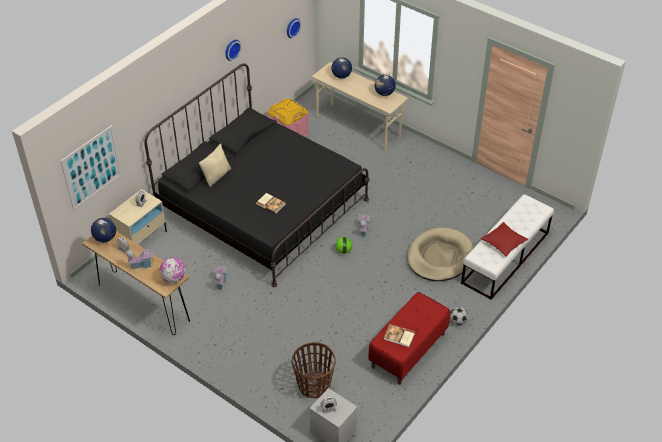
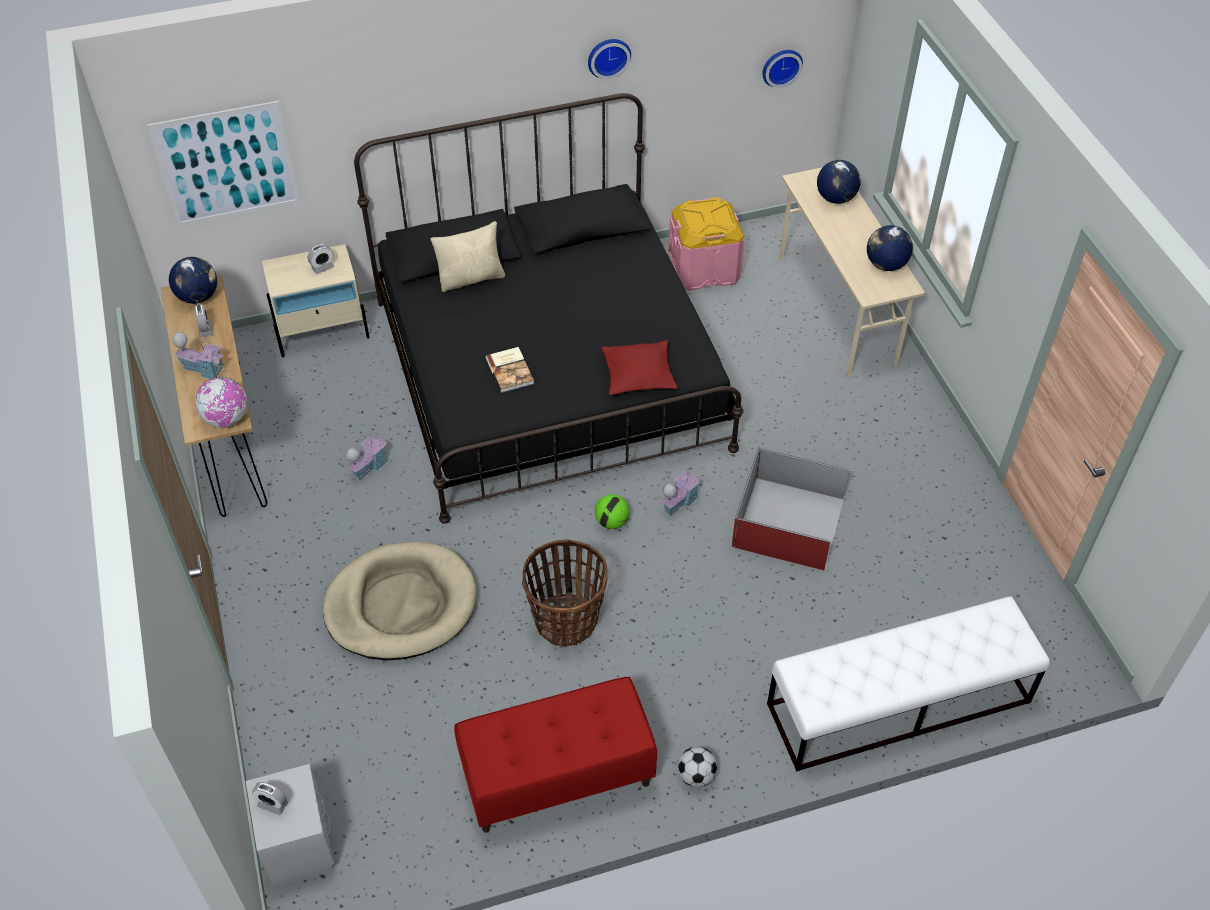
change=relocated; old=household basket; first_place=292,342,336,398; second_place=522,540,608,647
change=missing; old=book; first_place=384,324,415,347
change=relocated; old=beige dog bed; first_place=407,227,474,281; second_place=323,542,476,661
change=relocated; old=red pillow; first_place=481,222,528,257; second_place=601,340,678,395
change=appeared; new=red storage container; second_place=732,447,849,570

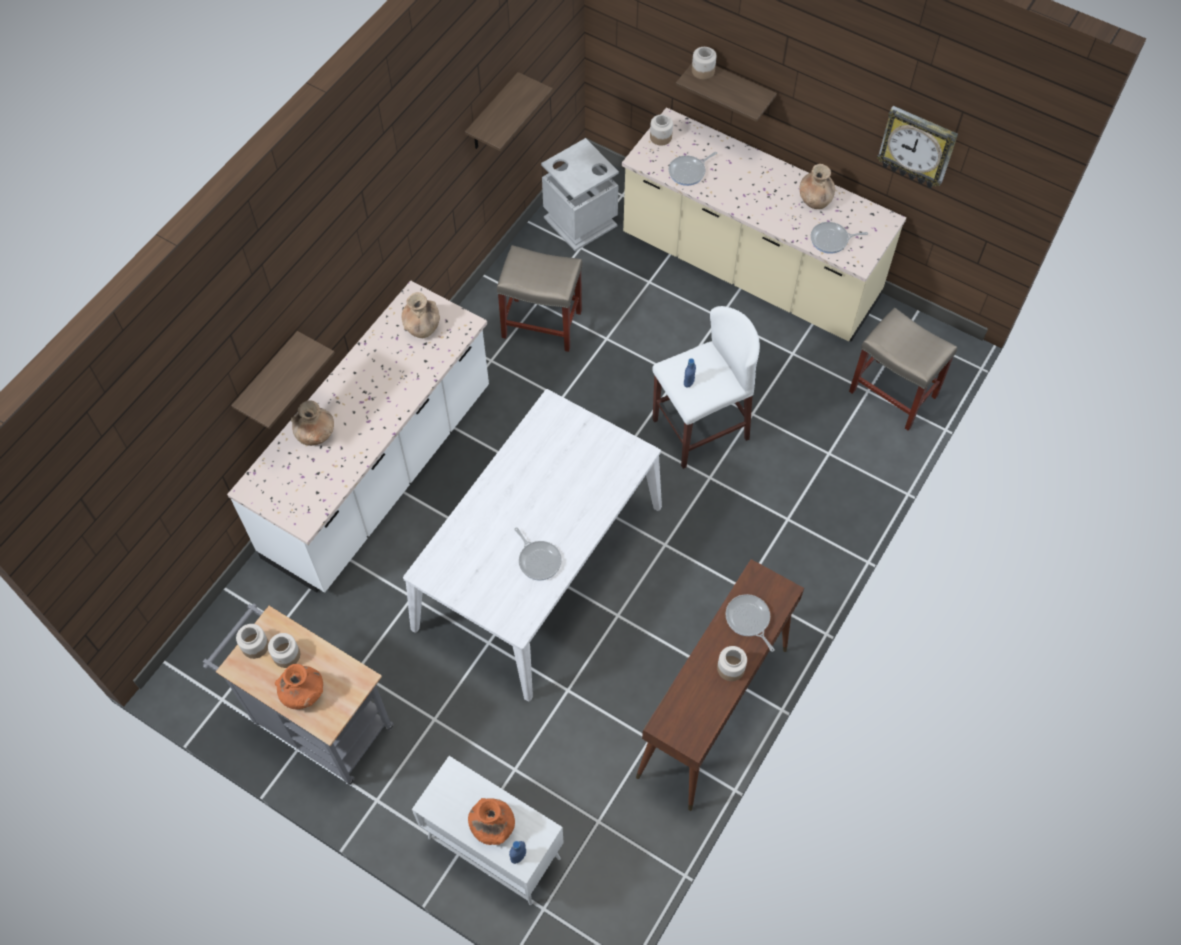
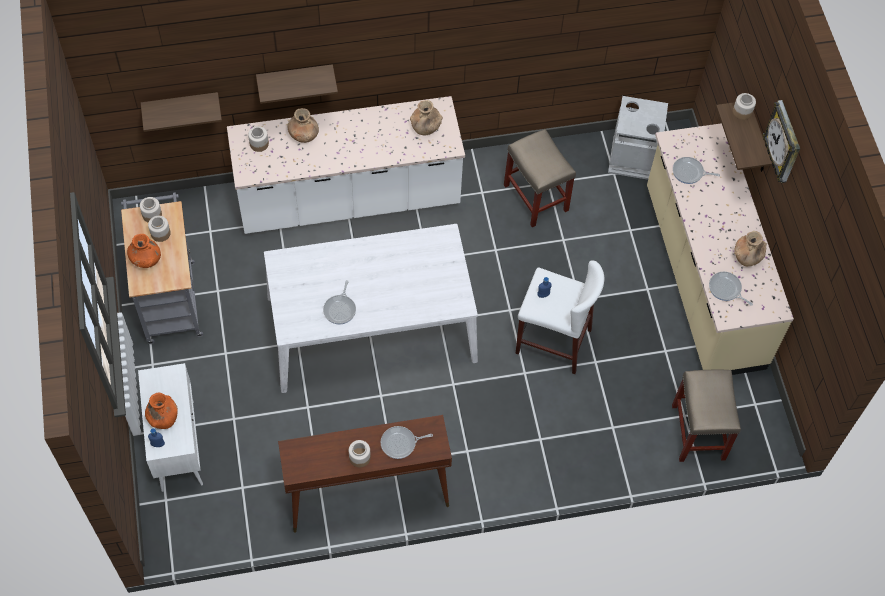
change=relocated; old=shelf; first_place=465,72,553,151; second_place=141,92,222,132
change=relocated; old=storage jar; first_place=650,115,673,146; second_place=248,126,269,152
change=spun; old=frying pan; first_place=725,594,774,652; second_place=381,426,433,459; degrees=-120
change=relocated; old=hanging clock; first_place=877,106,958,188; second_place=762,100,800,183

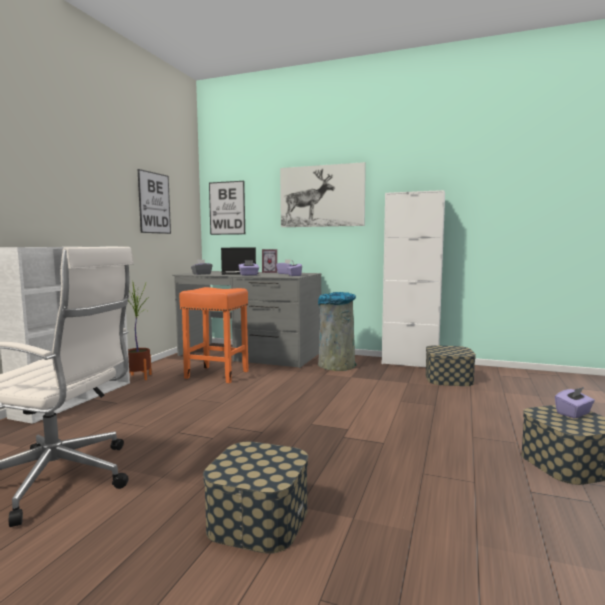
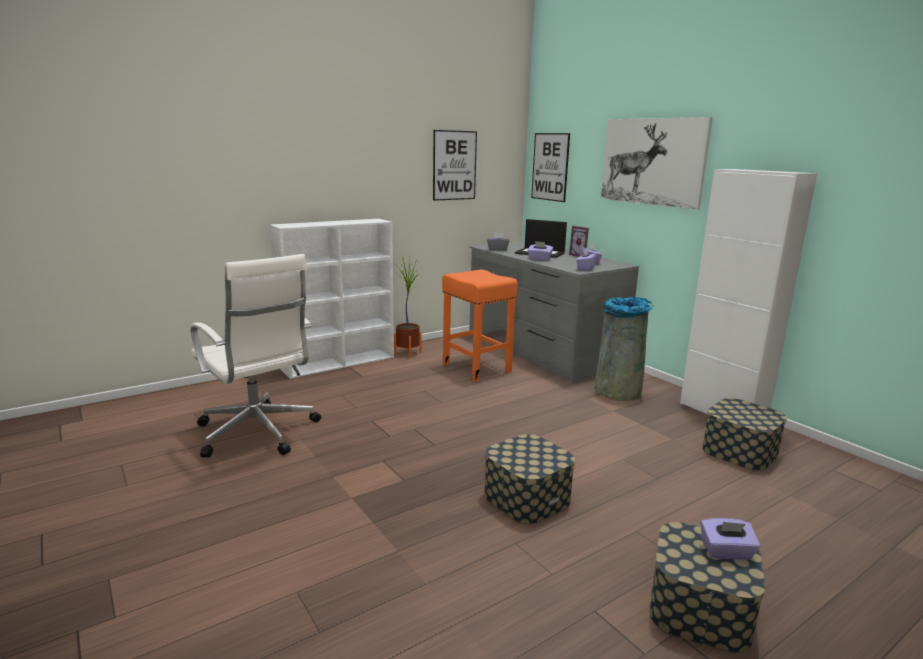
change=relocated; old=storage container; first_place=203,442,308,554; second_place=484,434,575,524

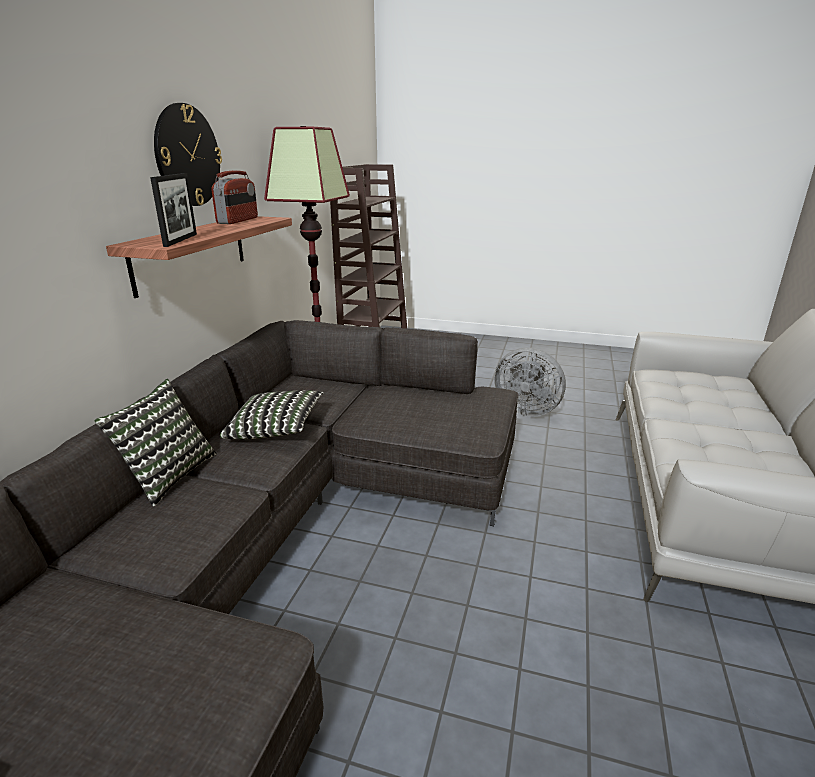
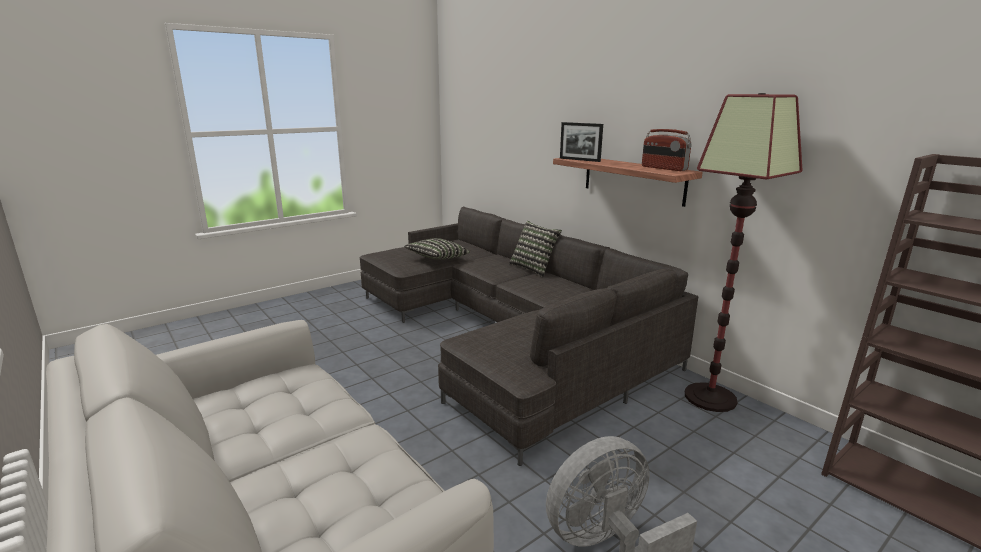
change=missing; old=hanging clock; first_place=154,103,222,206
change=relocated; old=pillow; first_place=220,390,324,439; second_place=404,238,470,260

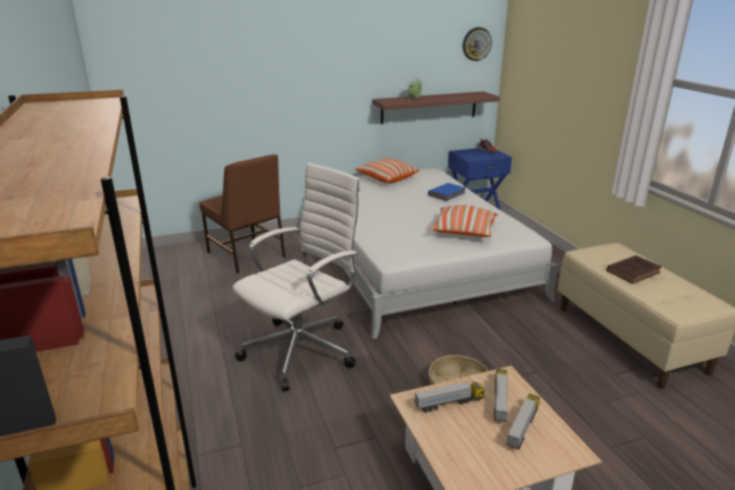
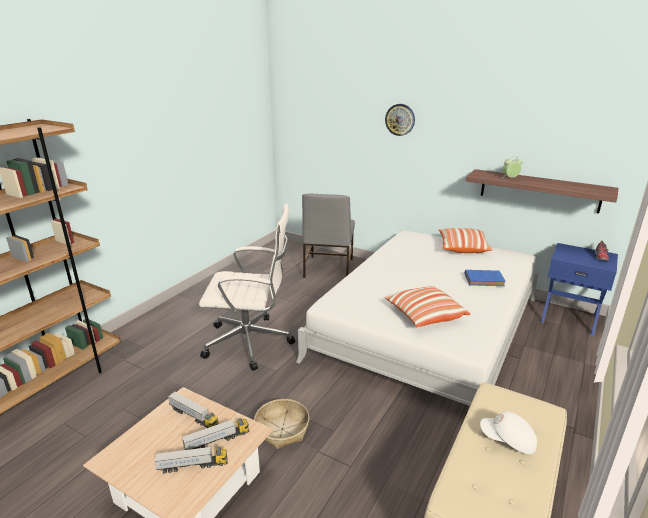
change=colour; old=brown plain chair; new=grey plain chair; first_place=200,154,286,274; second_place=302,194,355,278
change=relocated; old=hanging clock; first_place=463,27,492,61; second_place=385,104,415,136
change=exchanged; old=brown book; new=whitish cap; first_place=607,255,662,284; second_place=480,411,537,454

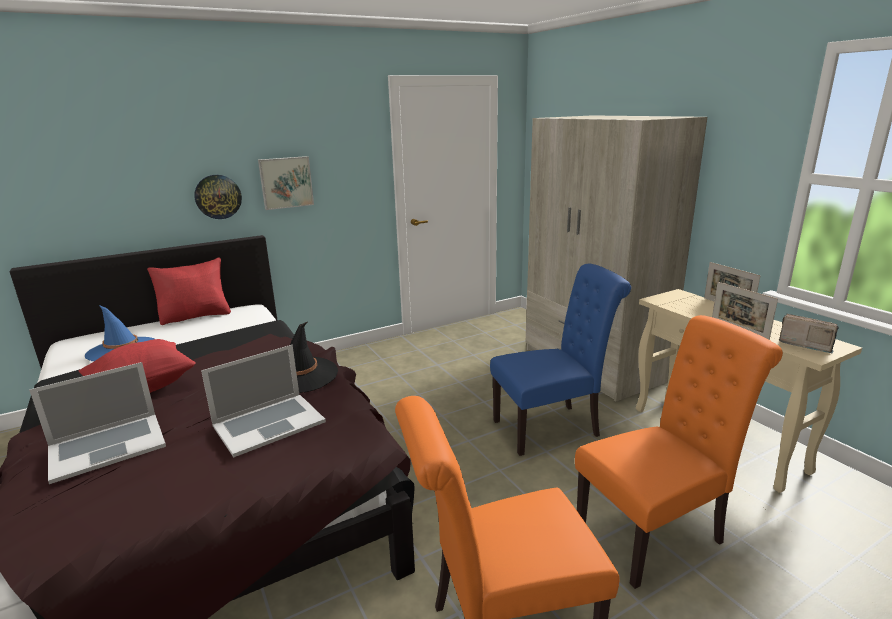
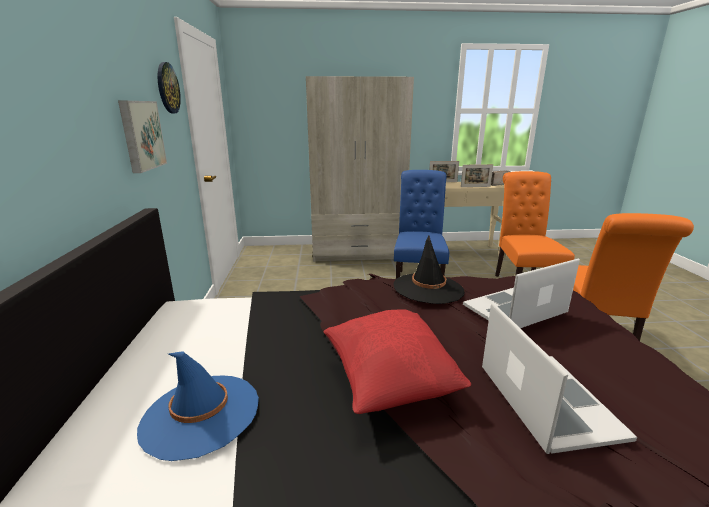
change=missing; old=red pillow; first_place=147,257,231,325
change=relocated; old=hanging clock; first_place=194,175,242,219; second_place=157,62,181,113
change=spun; old=laptop; first_place=201,345,326,457; second_place=463,259,580,328; degrees=-105

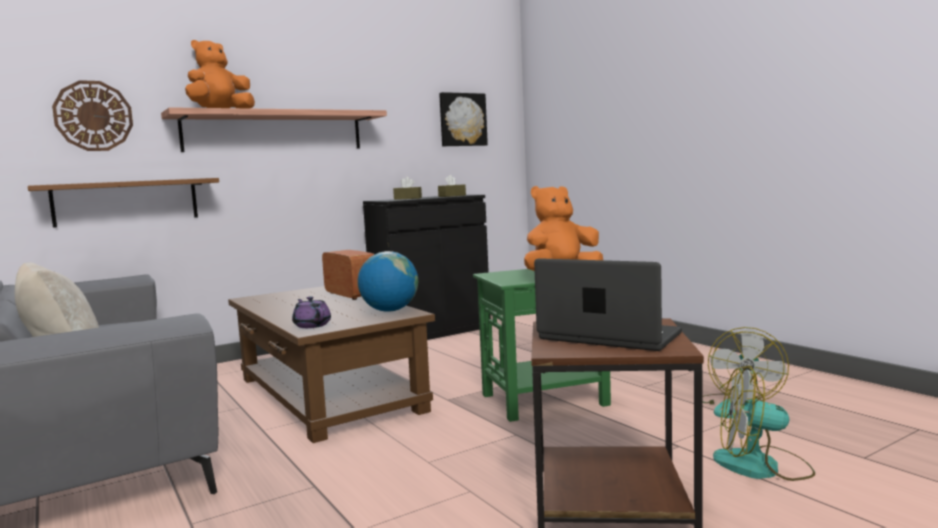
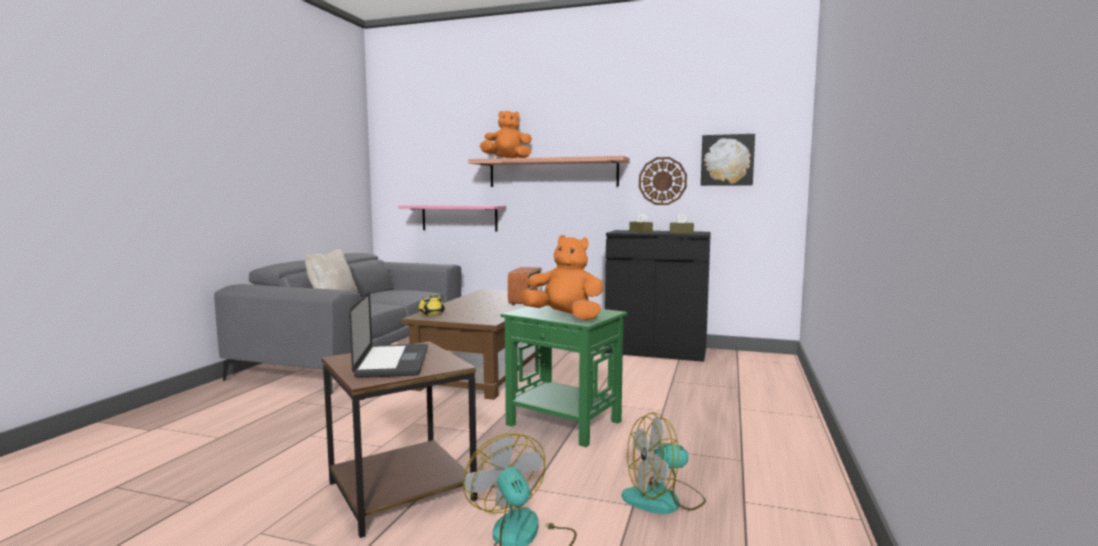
change=colour; old=brown shelf; new=pinkish shelf; first_place=28,178,219,228; second_place=398,205,506,231
change=relocated; old=hanging clock; first_place=52,80,133,151; second_place=639,157,687,205
change=colour; old=purple-coloured pot for tea; new=yellow-coloured pot for tea; first_place=292,296,331,328; second_place=418,294,445,316
change=missing; old=globe; first_place=358,251,418,312

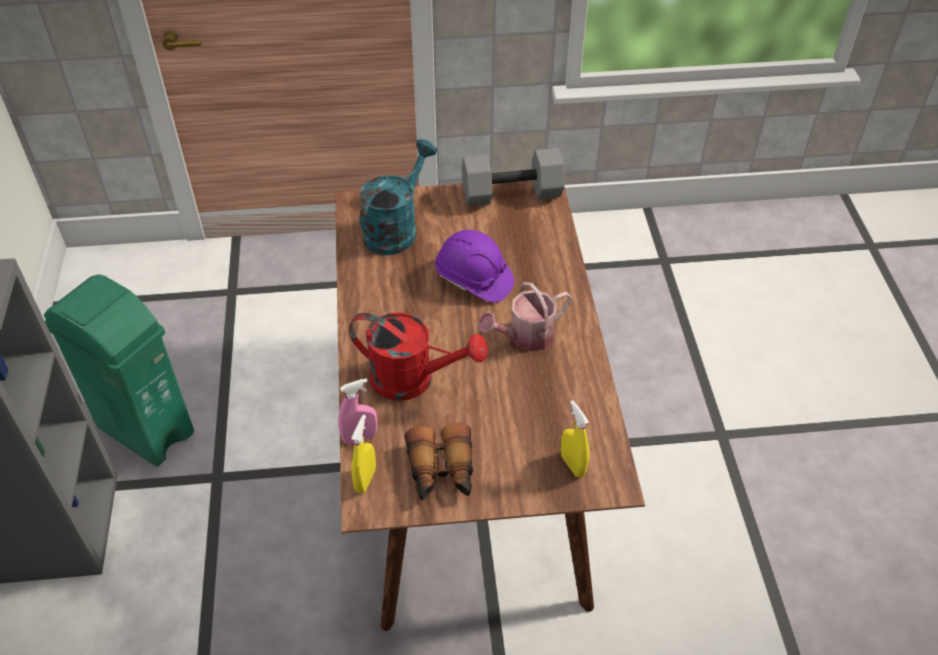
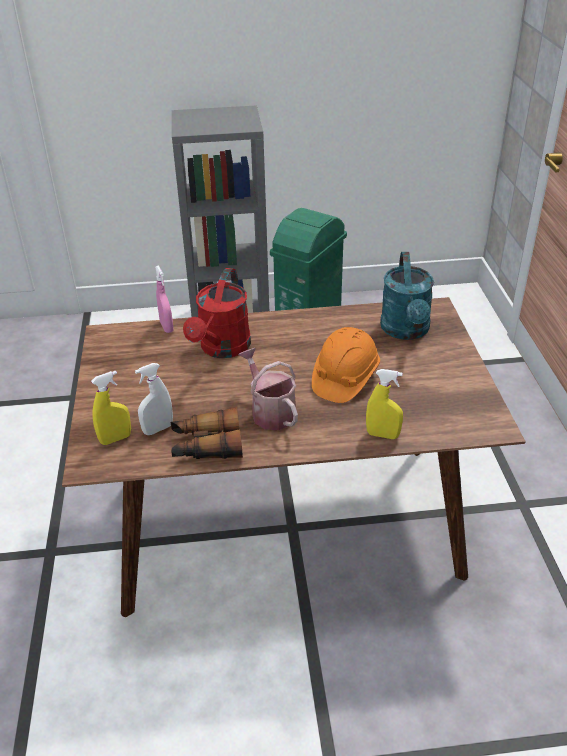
change=relocated; old=yellow-coloured spray bottle; first_place=351,415,376,493; second_place=366,369,403,439
change=spun; old=turquoise sprinkling can; first_place=360,139,437,255; second_place=380,252,434,340; degrees=60
change=relocated; old=field glasses; first_place=405,423,473,500; second_place=171,407,243,459
change=colour; old=purple-coloured safety helmet; new=orangey safety helmet; first_place=435,230,514,303; second_place=312,327,380,403
change=missing; old=grey dumbbell; first_place=462,148,565,206
change=appeared; new=whitish spray bottle; second_place=135,363,173,435

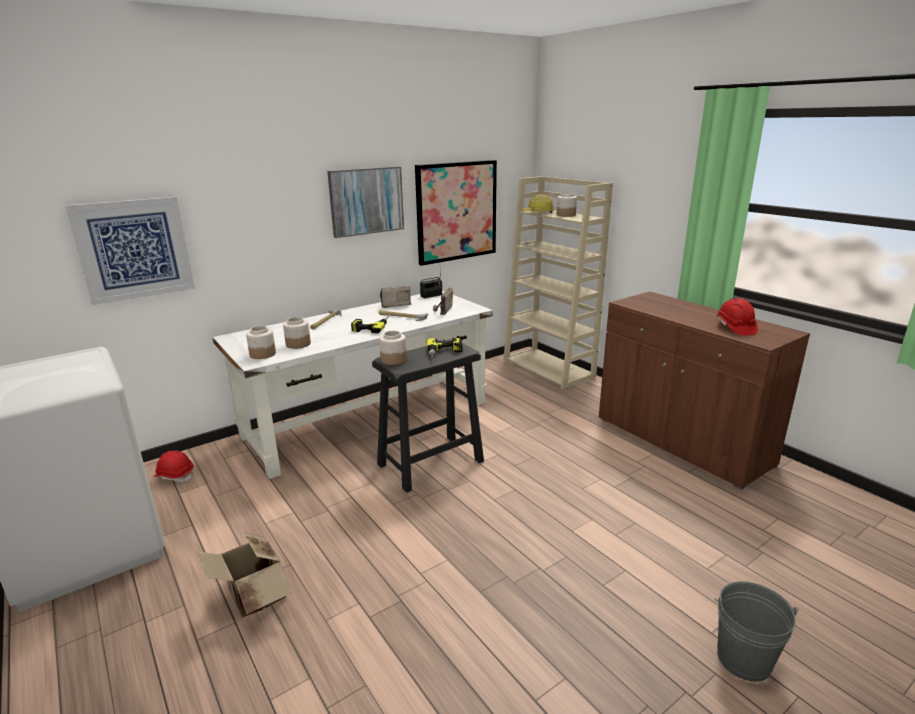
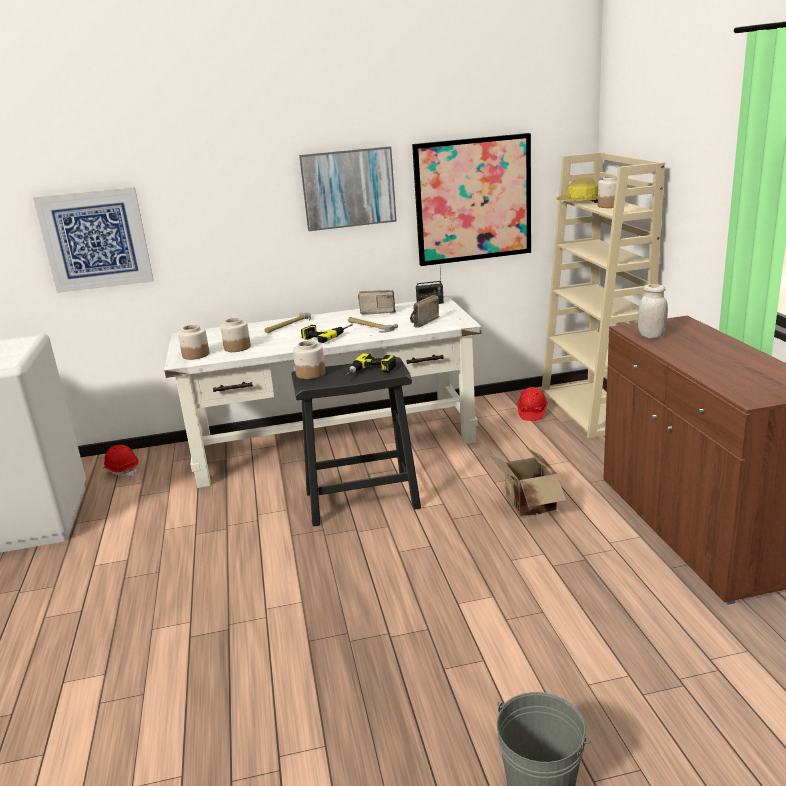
change=relocated; old=carton; first_place=197,532,292,618; second_place=488,446,566,516
change=relocated; old=red safety helmet; first_place=716,298,758,335; second_place=517,387,548,421
change=appeared; new=whitish storage jar; second_place=638,284,668,339

